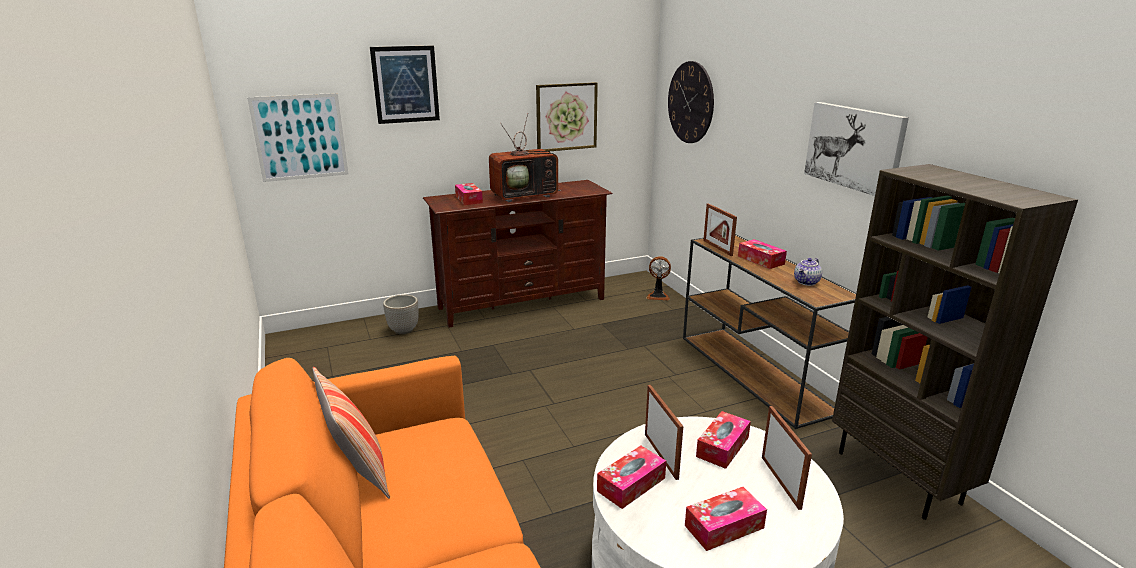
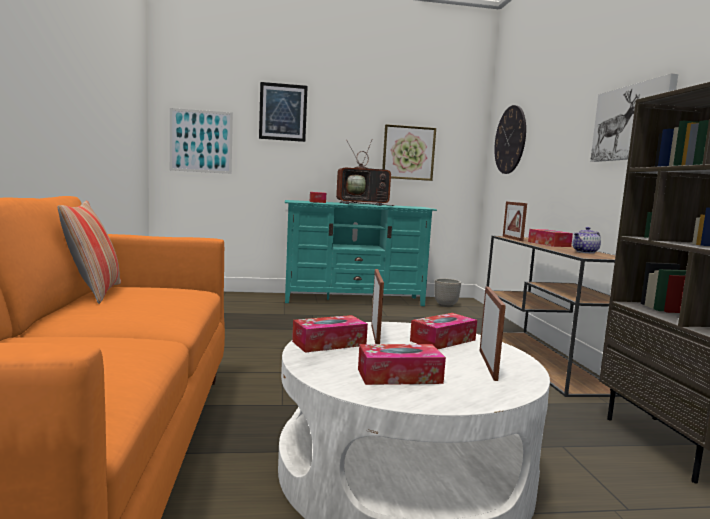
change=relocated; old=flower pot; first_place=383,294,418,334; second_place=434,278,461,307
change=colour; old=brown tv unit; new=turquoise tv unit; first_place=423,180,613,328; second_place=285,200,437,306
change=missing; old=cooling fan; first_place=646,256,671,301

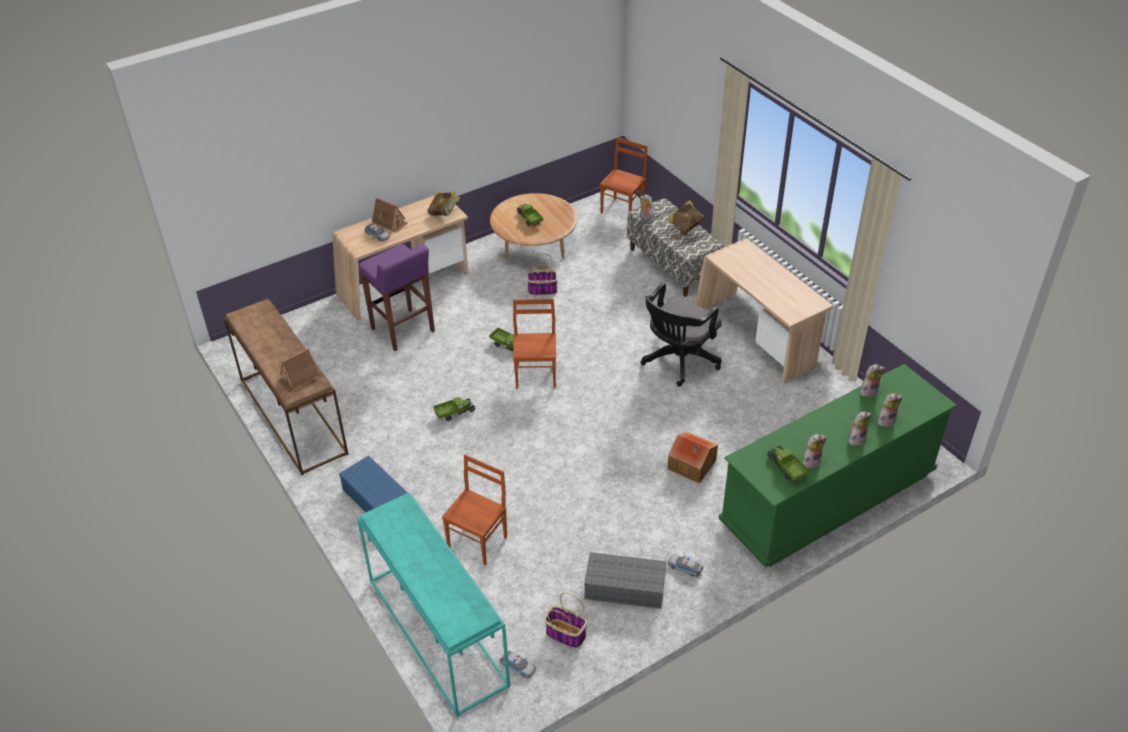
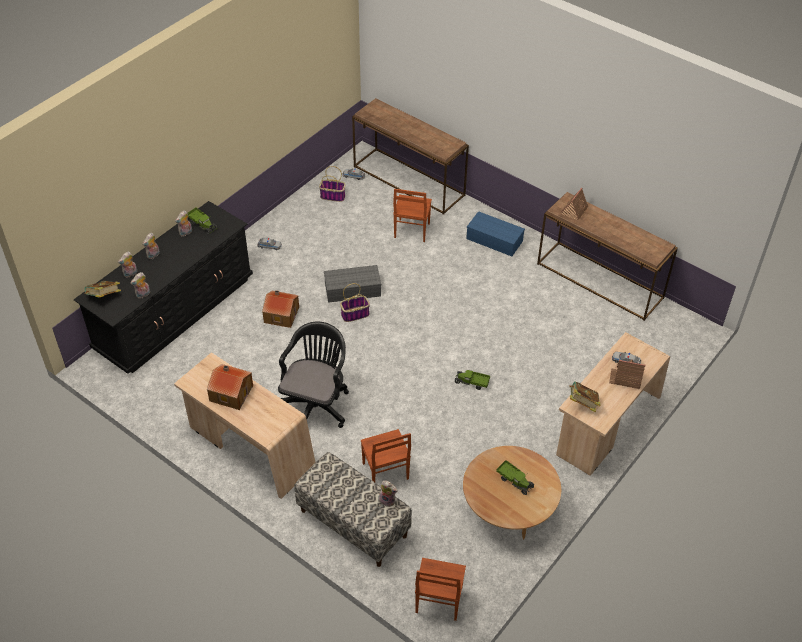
change=colour; old=turquoise narrow table; new=brown narrow table; first_place=357,493,510,717; second_place=352,98,469,215
change=missing; old=purple-coloured sitting stool; first_place=358,244,435,351
change=missing; old=model truck; first_place=434,397,476,421
change=relocated; old=brown plain chair; first_place=513,299,556,389; second_place=361,429,411,482
change=relocated; old=household basket; first_place=527,253,558,295; second_place=340,283,370,322
change=relocated; old=grey storage container; first_place=584,552,667,609; second_place=324,265,381,303
change=relocated; old=book; first_place=669,200,704,235; second_place=85,281,121,298
change=colour; old=greenish dresser; new=blackish dresser; first_place=719,364,957,567; second_place=74,201,253,374
change=appeared; new=toy house; second_place=207,364,253,410

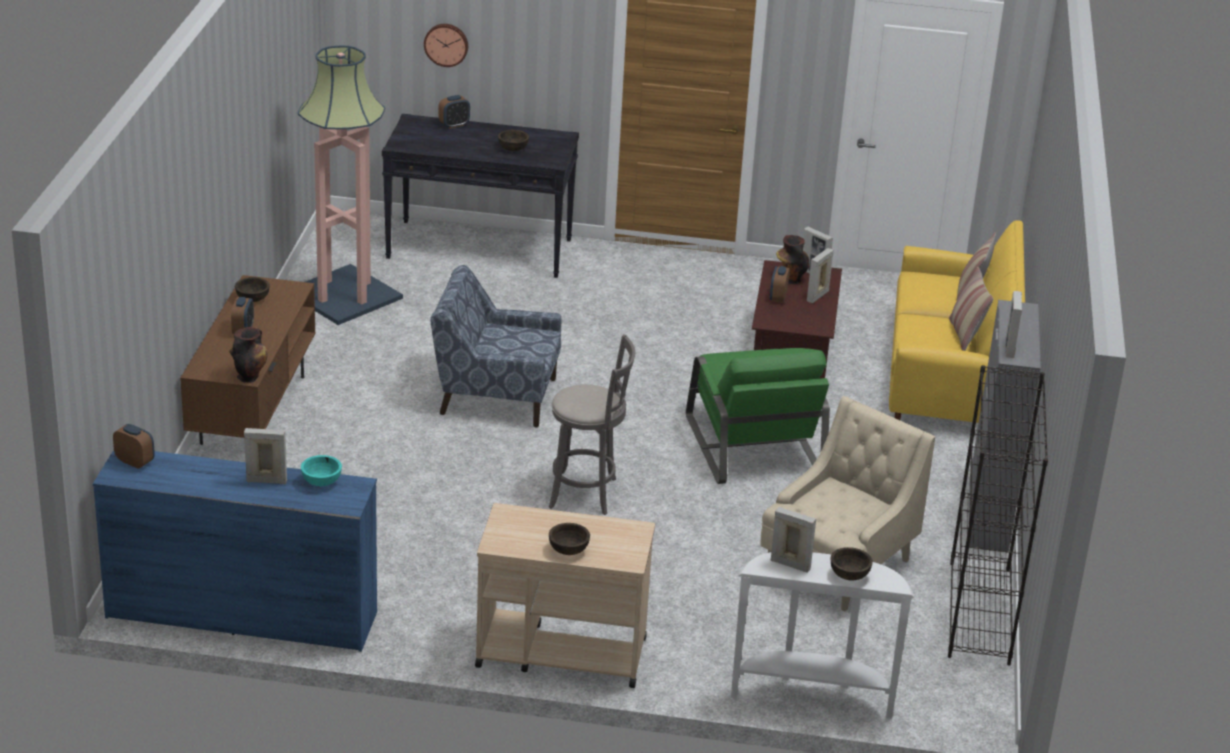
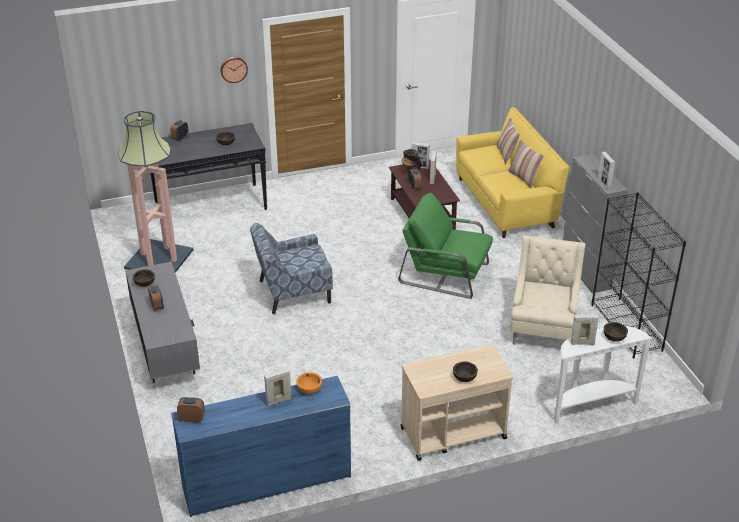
change=colour; old=brown tv unit; new=grey tv unit; first_place=180,275,315,445; second_place=125,262,200,383
change=missing; old=vase; first_place=229,327,267,383
change=colour; old=turquoise deep dish; new=orangey deep dish; first_place=301,455,342,486; second_place=296,372,322,394
change=relocated; old=hanging clock; first_place=424,24,468,67; second_place=221,57,248,83
change=missing; old=grey sitting stool; first_place=549,334,635,515
change=spun; old=greenish lounge chair; first_place=686,348,830,484; second_place=398,193,493,299; degrees=150

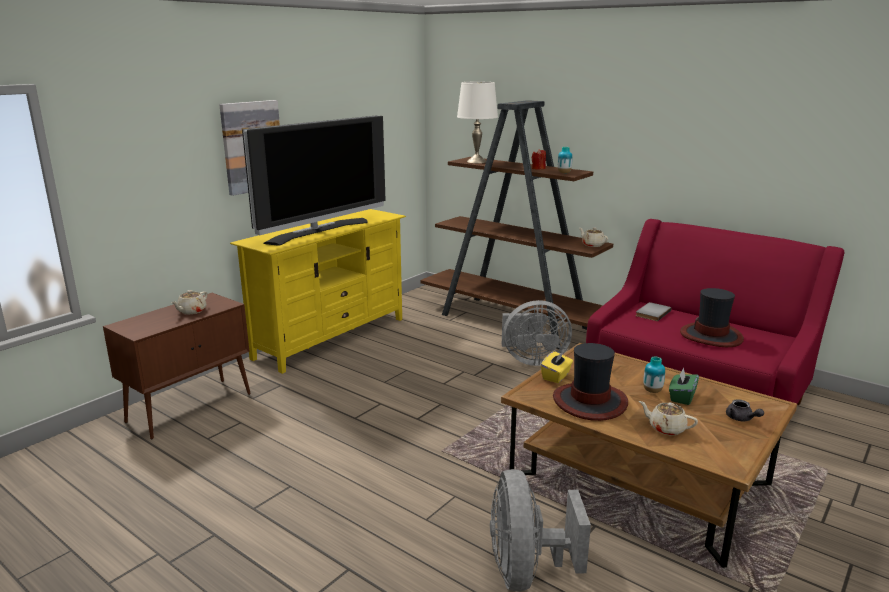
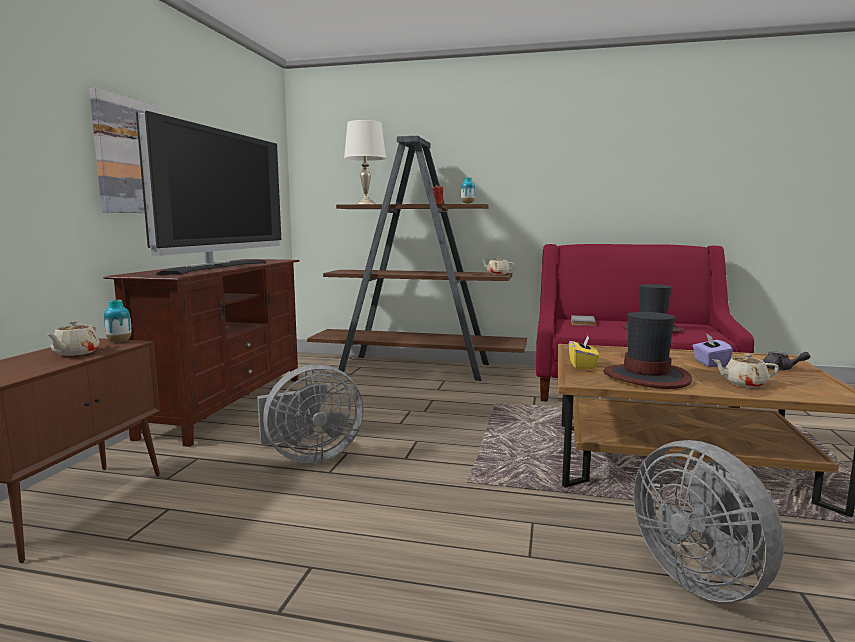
change=colour; old=yellow-coloured tv unit; new=brown tv unit; first_place=230,209,406,374; second_place=103,259,300,447
change=relocated; old=grey cooling fan; first_place=502,300,572,366; second_place=257,364,363,463
change=relocated; old=vase; first_place=643,356,665,393; second_place=104,300,131,343
change=colour; old=greenish tissue box; new=purple-coloured tissue box; first_place=669,368,699,405; second_place=693,333,733,367

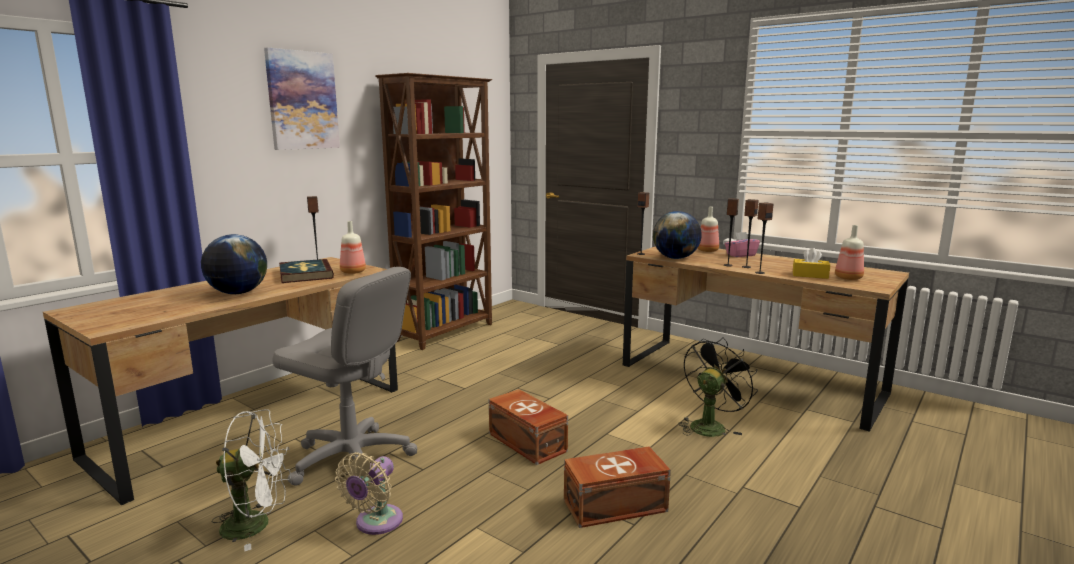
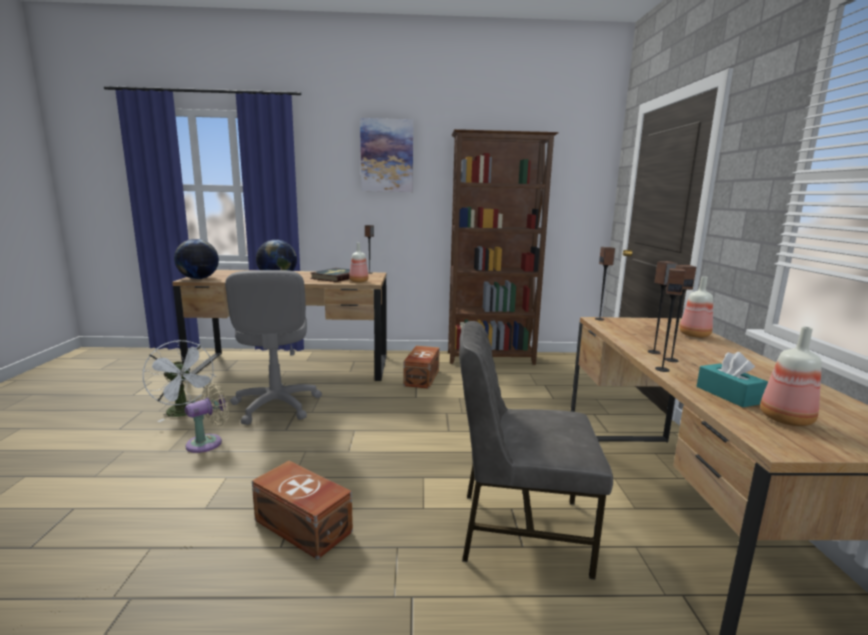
change=spun; old=beige cooling fan; first_place=335,452,403,535; second_place=185,383,229,453; degrees=150
change=relocated; old=brown storage container; first_place=489,389,568,465; second_place=403,346,440,389
change=relocated; old=globe; first_place=653,211,702,259; second_place=174,239,219,279
change=exchanged; old=blackish cooling fan; new=grey plain chair; first_place=678,337,758,437; second_place=459,321,613,580
change=missing; old=pinkish tissue box; first_place=725,232,760,257
change=colour; old=yellow-coloured tissue box; new=turquoise tissue box; first_place=793,248,830,279; second_place=697,352,768,407

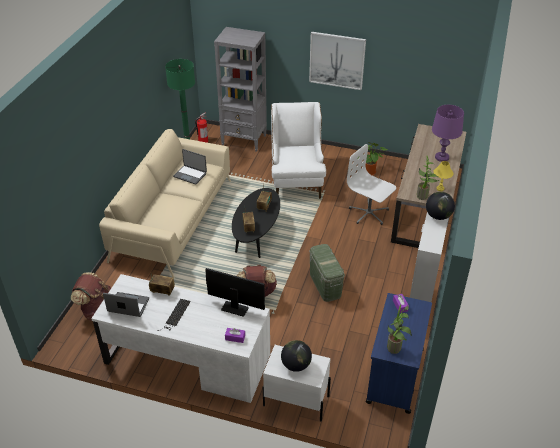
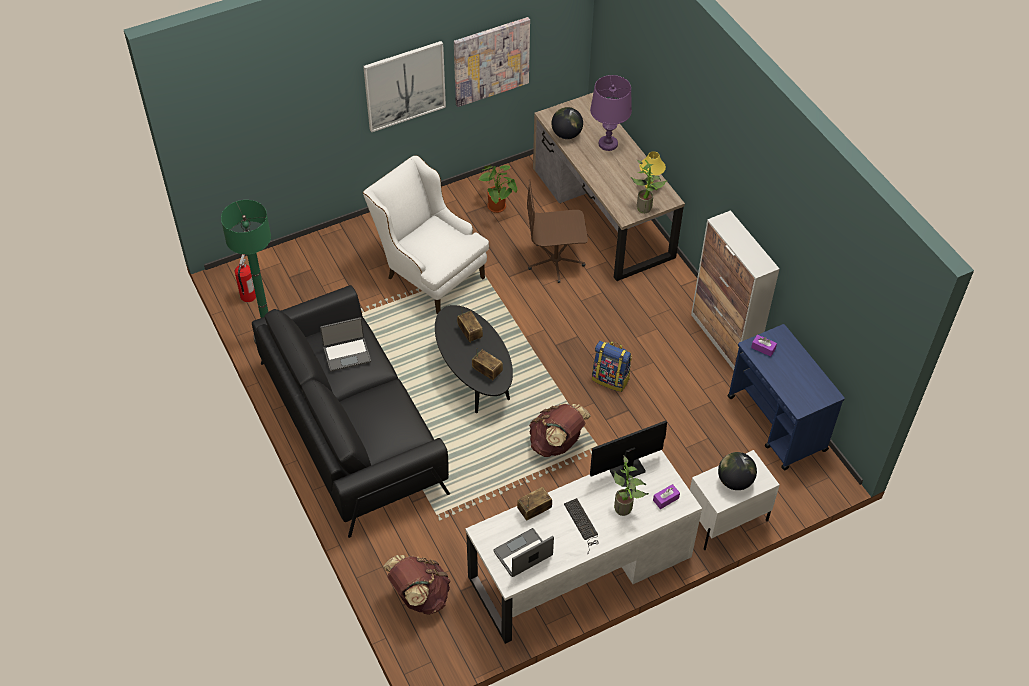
change=colour; old=beige settee; new=blackish settee; first_place=99,129,231,278; second_place=252,285,450,538
change=missing; old=grey shelving unit; first_place=214,27,267,152
change=exchanged; old=greenish storage container; new=knapsack; first_place=309,244,345,302; second_place=592,341,632,392
change=colour; old=whitish desk chair; new=brown desk chair; first_place=347,144,396,225; second_place=527,180,588,283
change=relocated; old=houseplant; first_place=387,305,412,354; second_place=614,456,649,516
change=relocated; old=globe; first_place=426,192,455,220; second_place=551,107,583,139
change=appeared; new=wall art; second_place=454,17,530,107

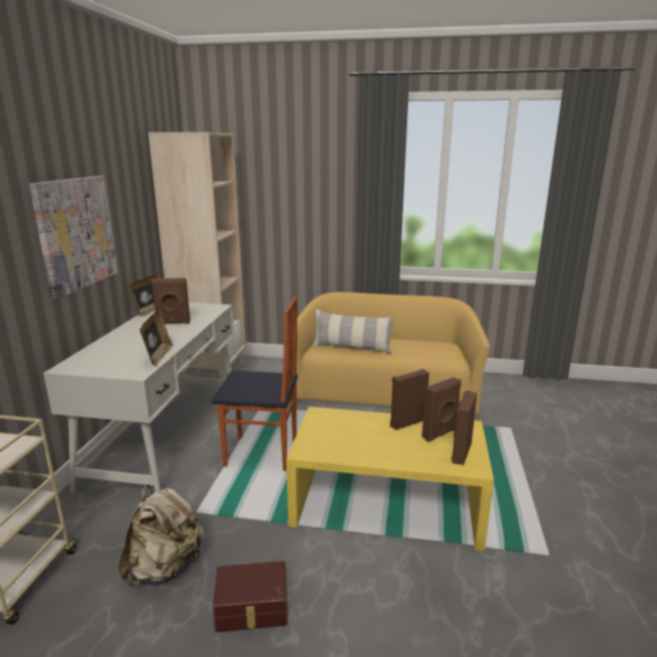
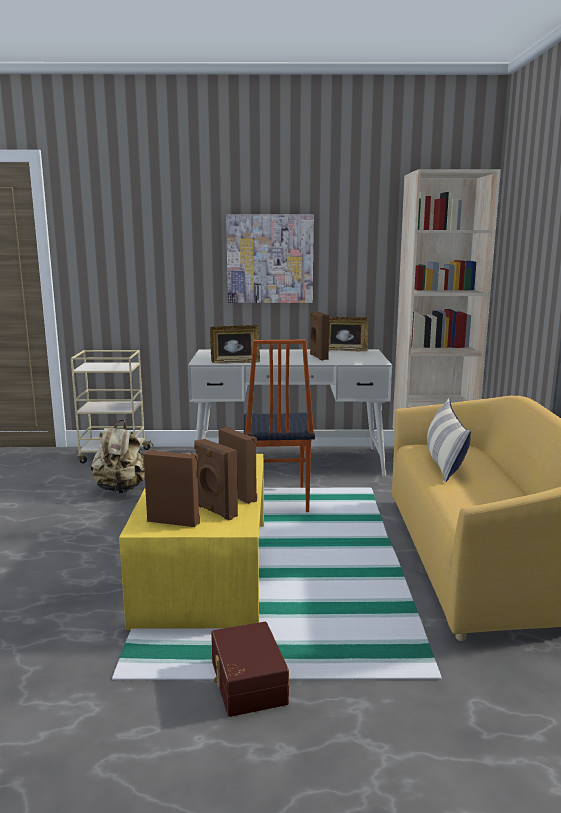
change=relocated; old=brown storage container; first_place=213,561,288,632; second_place=211,622,289,717

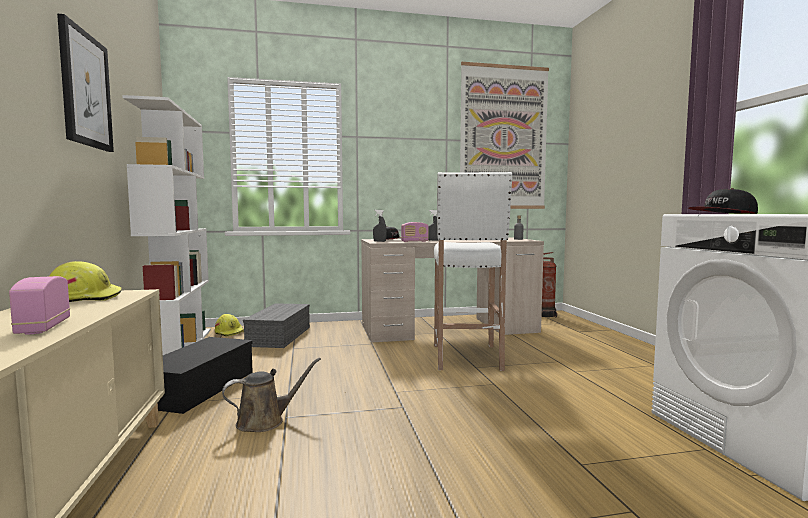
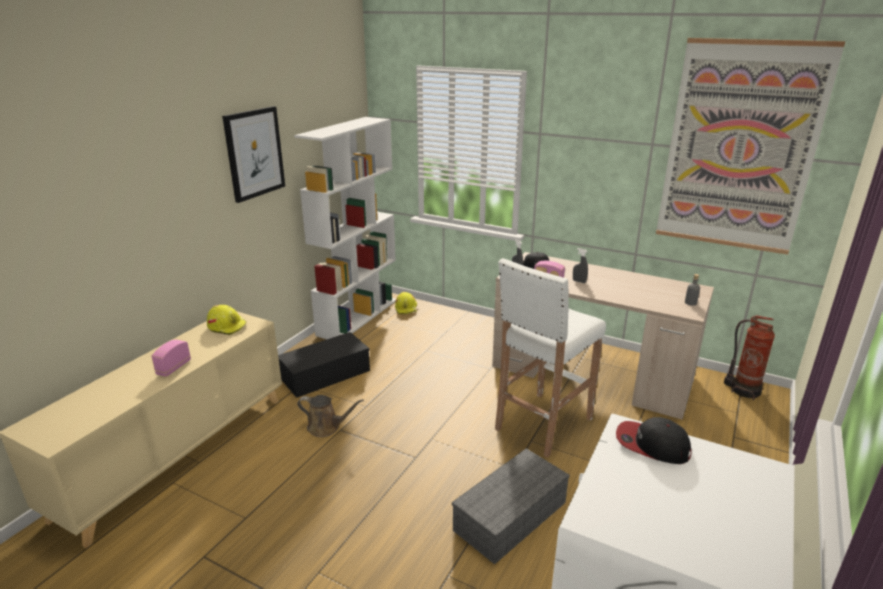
change=relocated; old=grey storage container; first_place=243,303,310,348; second_place=452,448,570,564

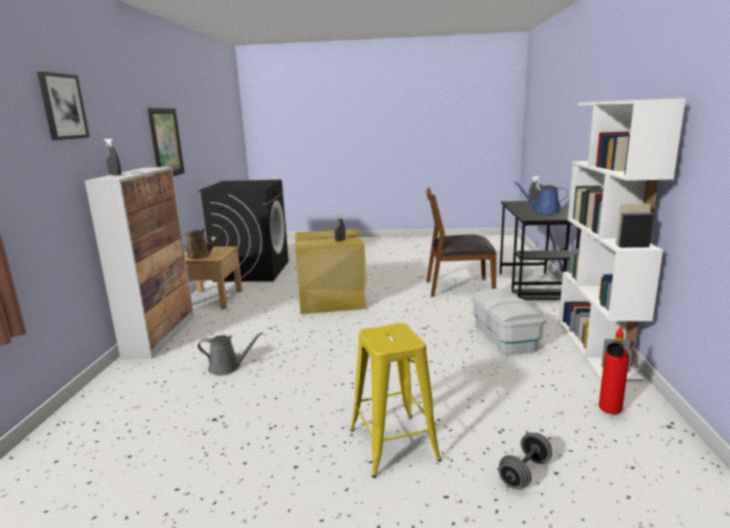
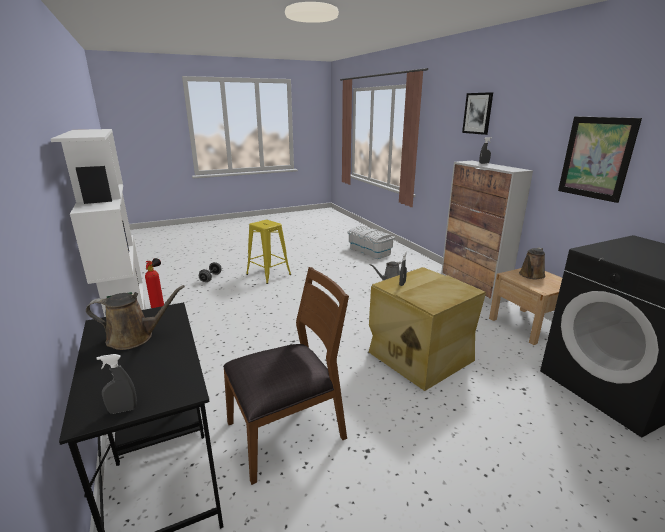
change=relocated; old=whitish storage container; first_place=471,289,547,355; second_place=348,226,395,259
change=colour; old=blue-coloured sprinkling can; new=brown sprinkling can; first_place=514,181,568,215; second_place=86,285,185,350

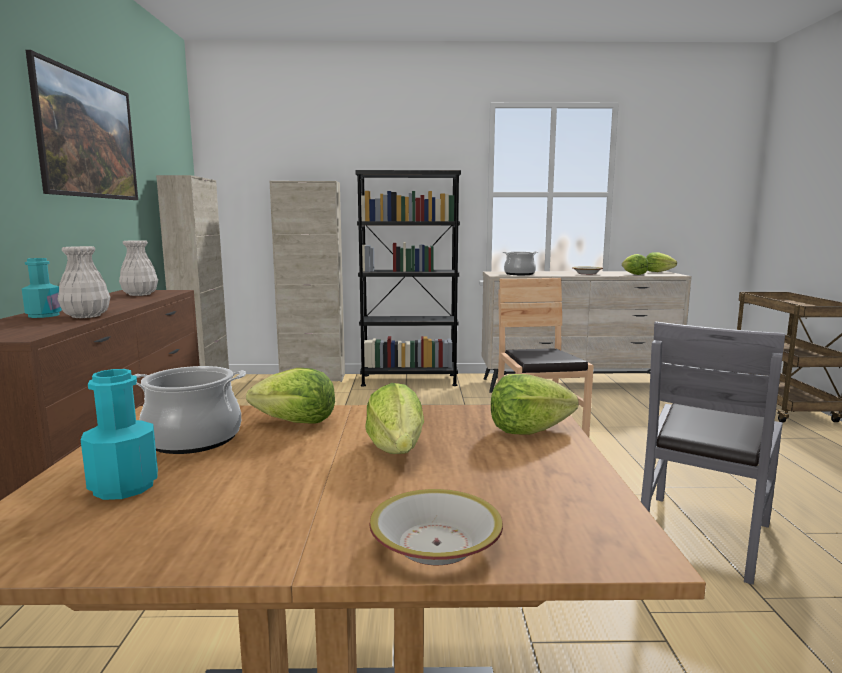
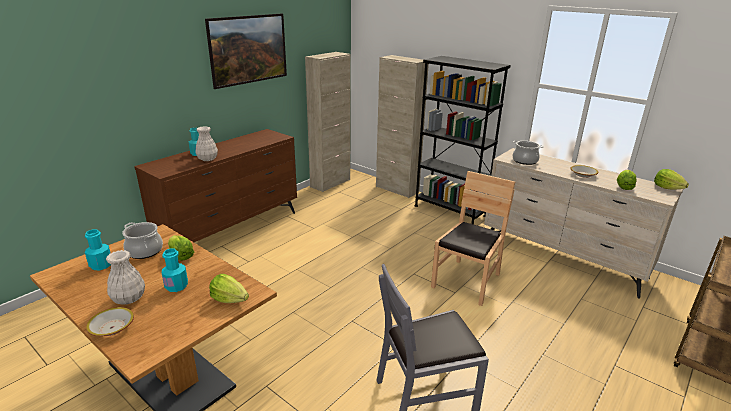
change=relocated; old=whitish vase; first_place=119,240,158,296; second_place=106,250,145,305
change=exchanged; old=lettuce head; new=turquoise drink bottle; first_place=365,383,424,454; second_place=162,249,188,292

